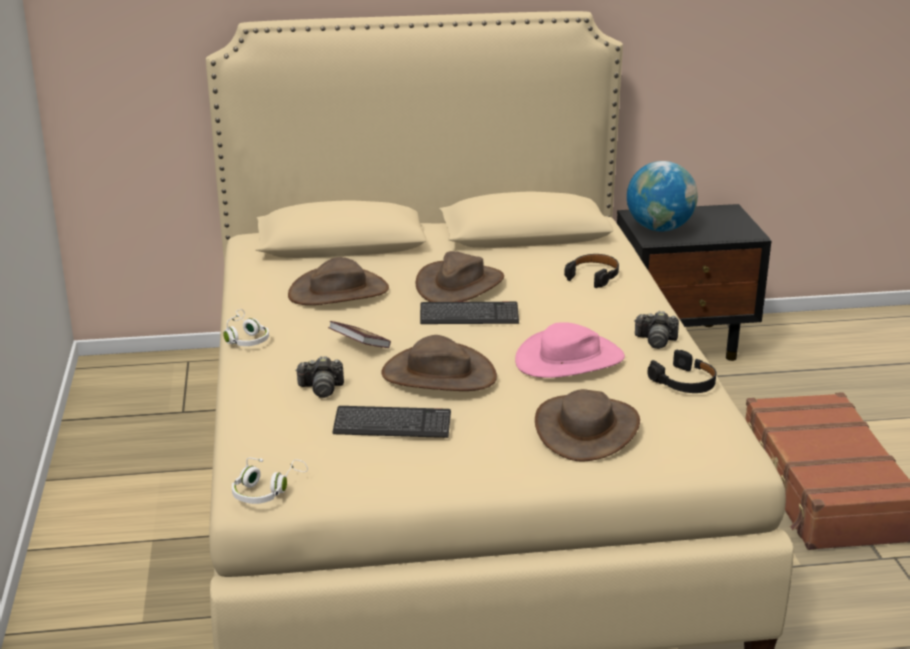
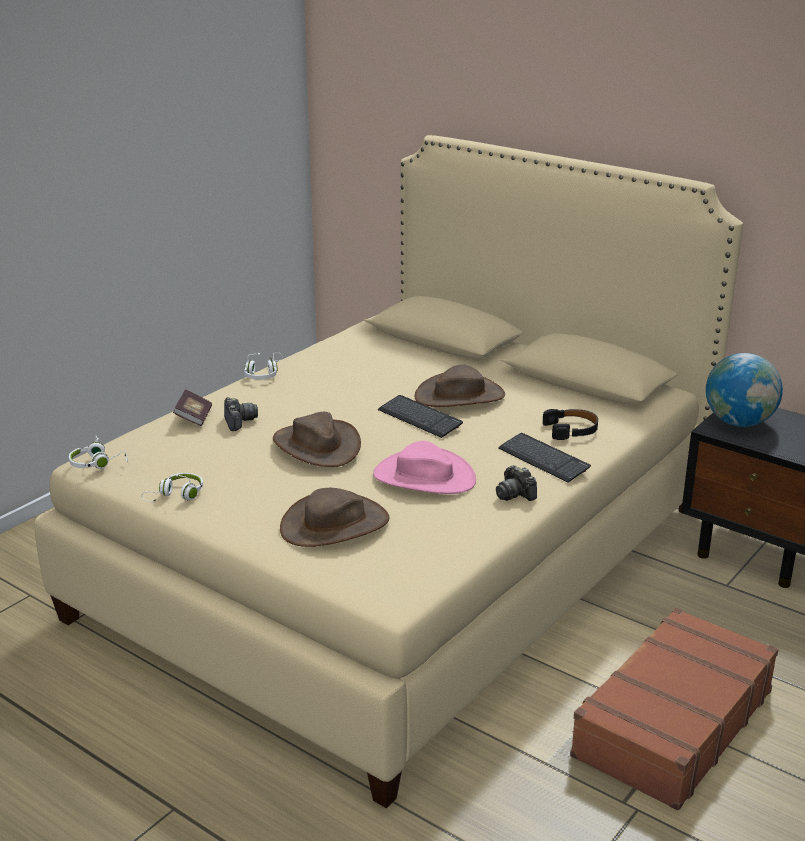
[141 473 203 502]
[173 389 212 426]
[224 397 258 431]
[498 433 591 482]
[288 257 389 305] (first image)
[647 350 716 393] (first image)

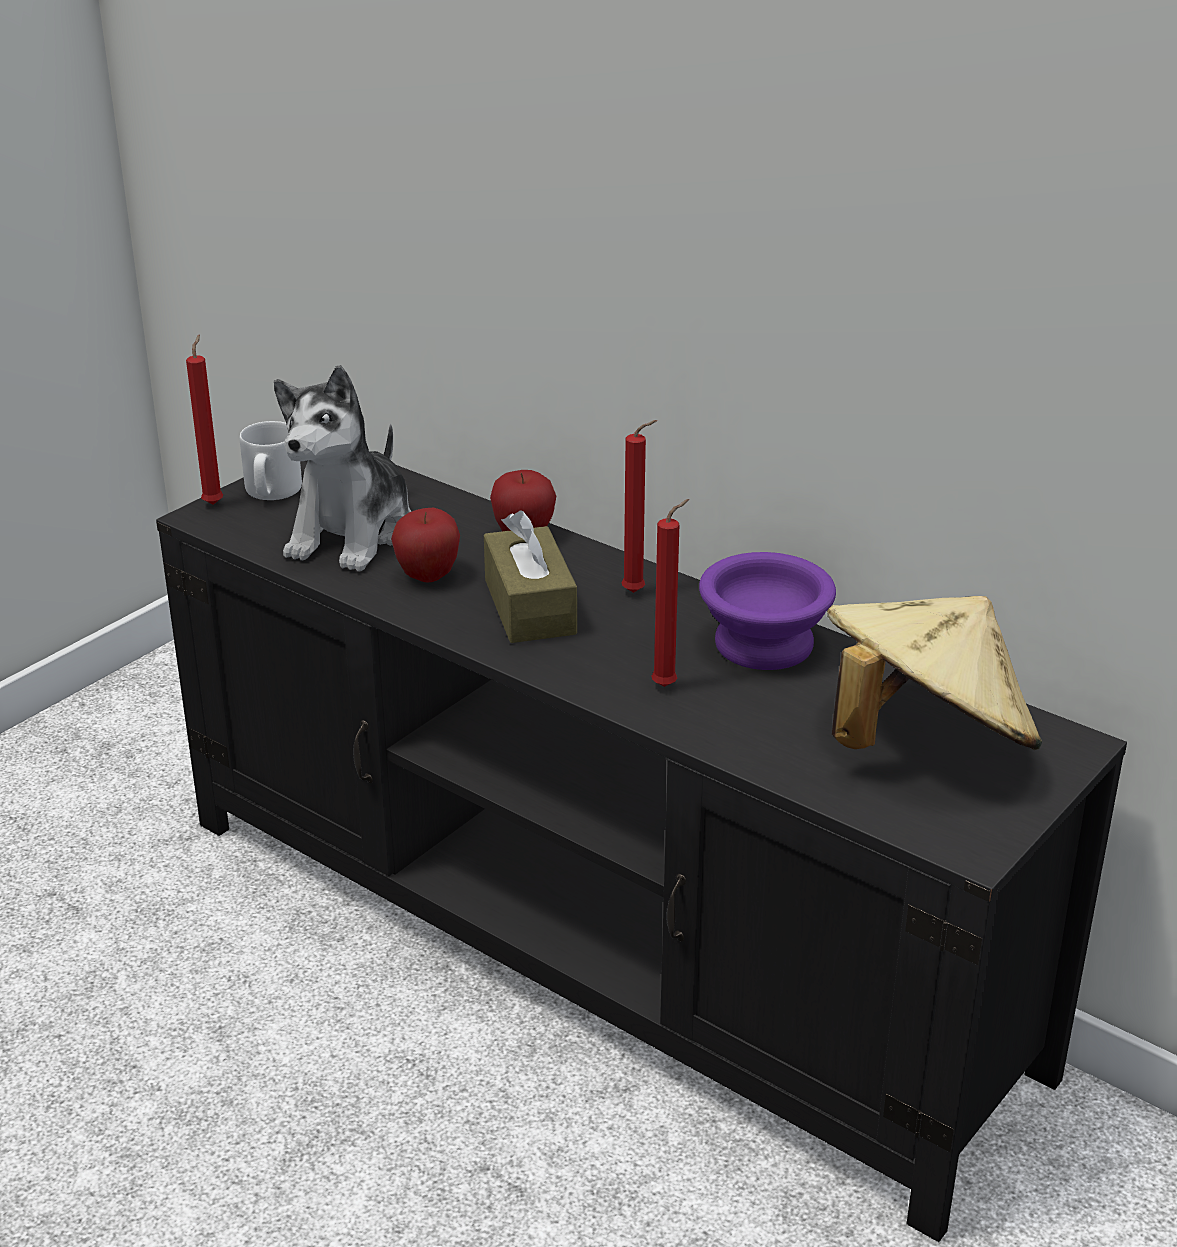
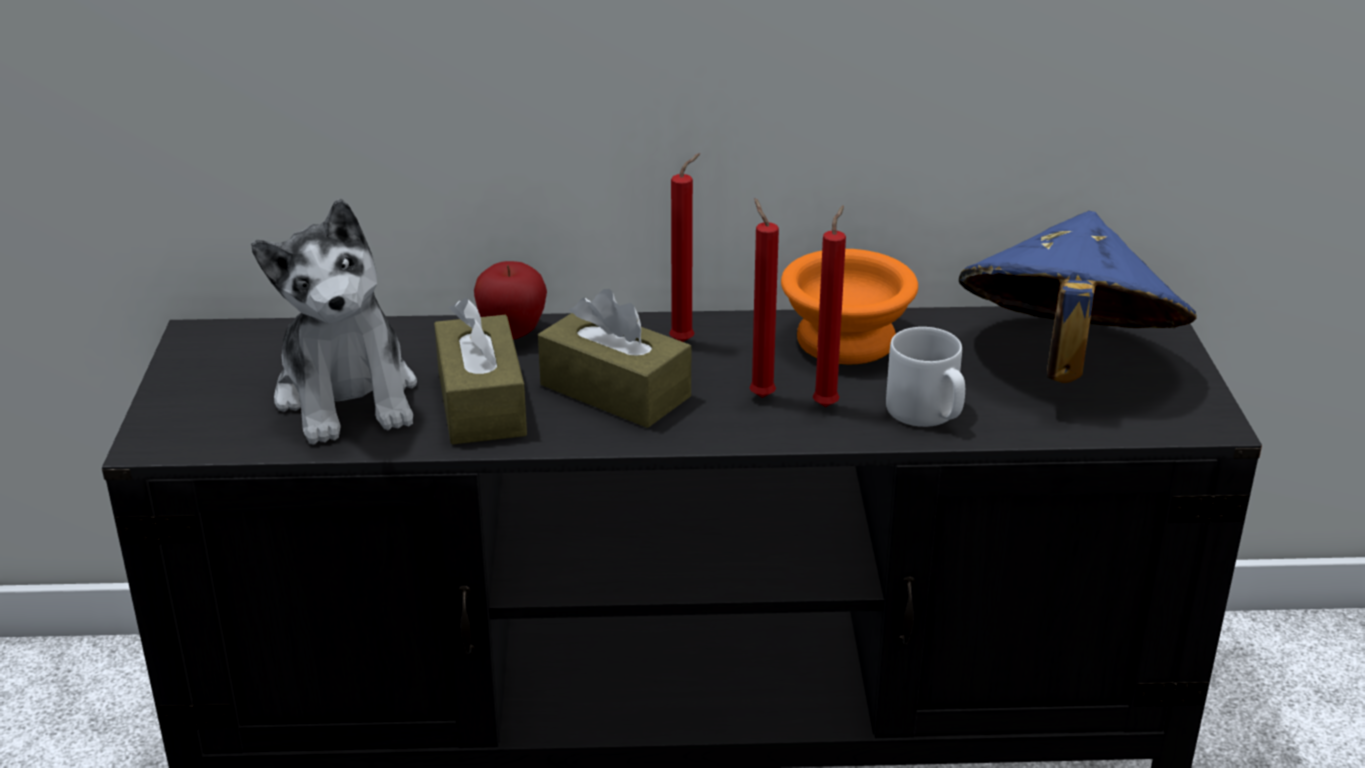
[434 298 527 445]
[749 198 779 398]
[781 249 918 364]
[886 327 965 427]
[959 211 1196 383]

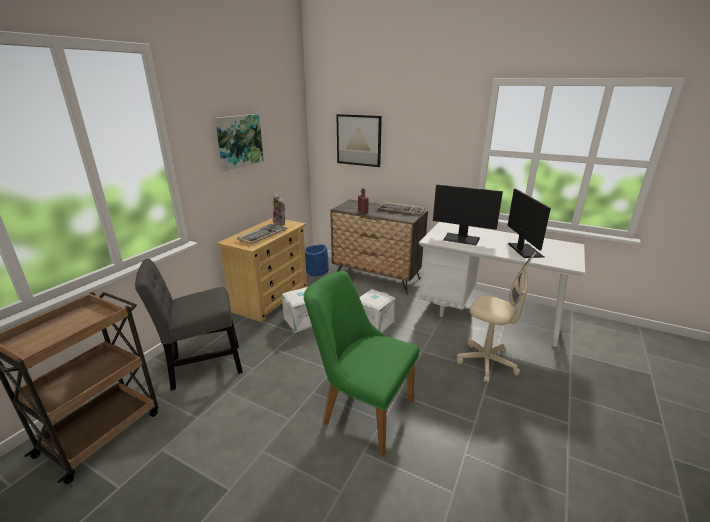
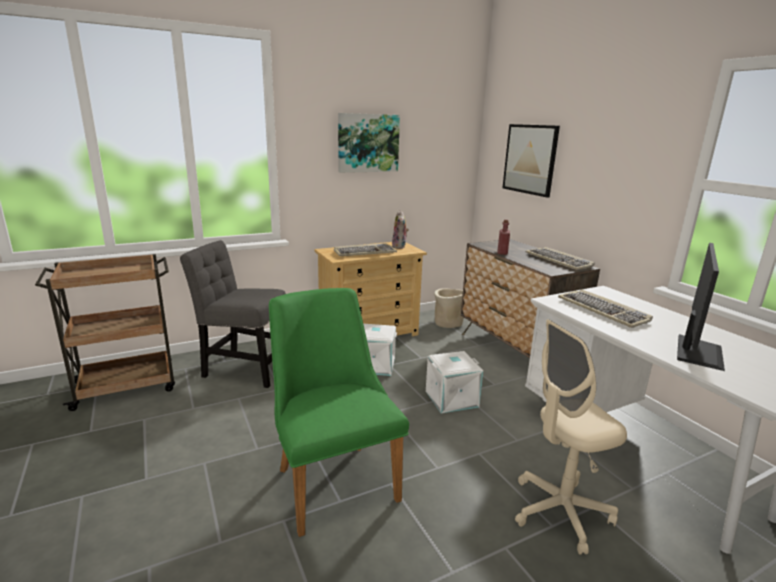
[434 288 464 328]
[515 319 627 554]
[558 290 653 328]

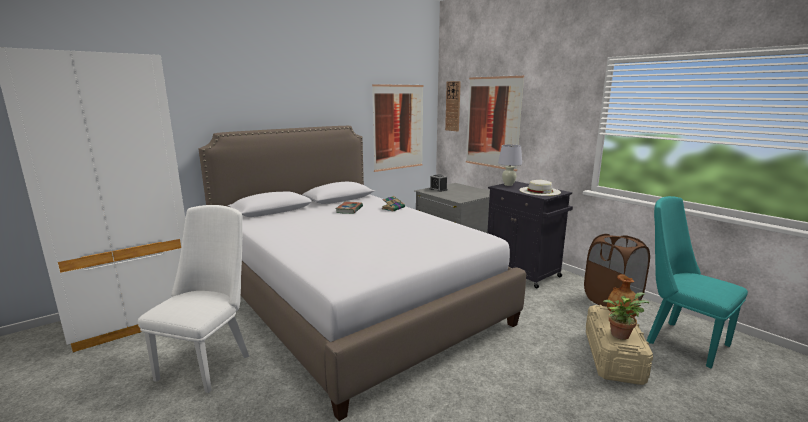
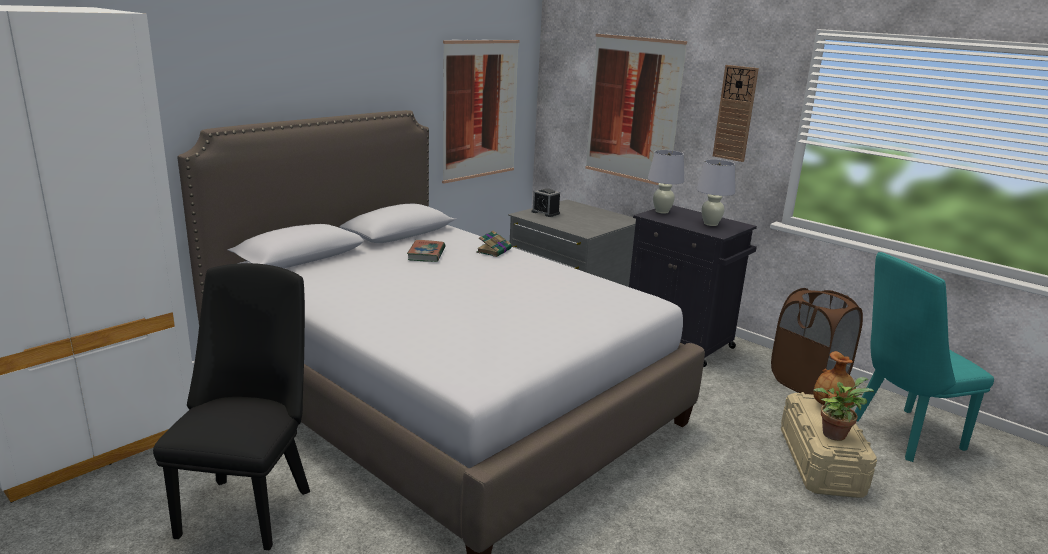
[153 263 310 550]
[696 159 735 226]
[713 65 759 162]
[854 252 994 462]

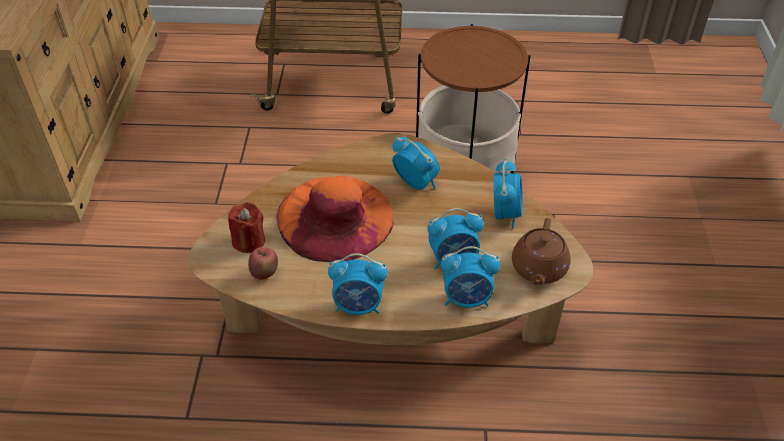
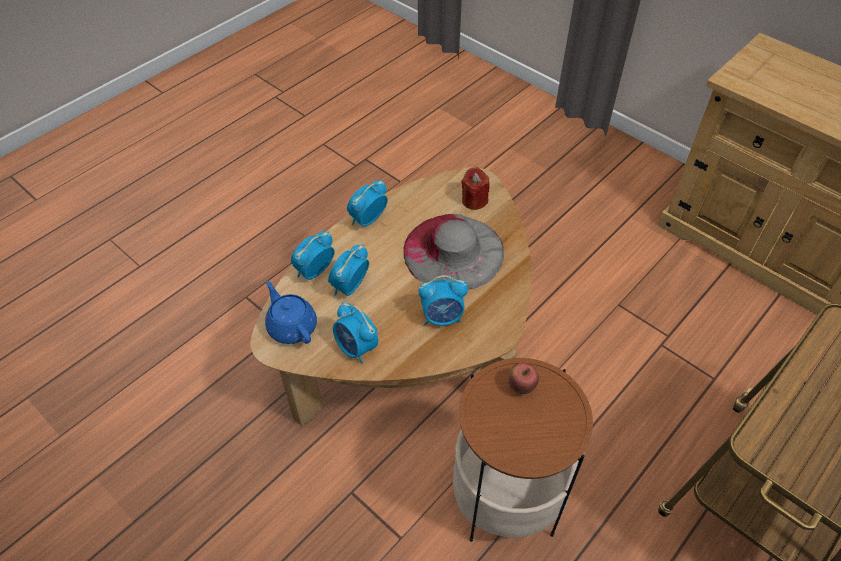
[265 281 317 344]
[404 214 504 290]
[508 363 539 394]

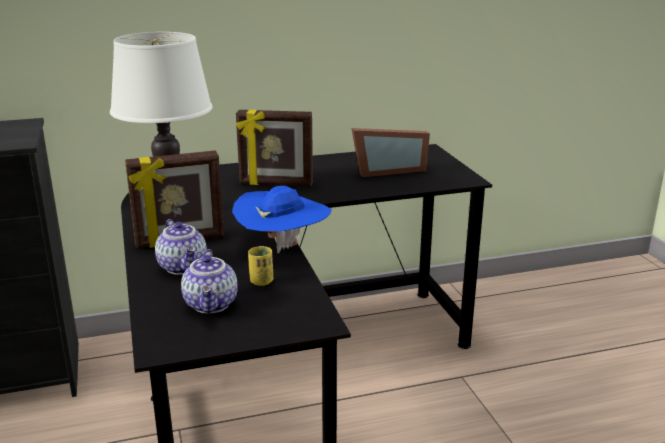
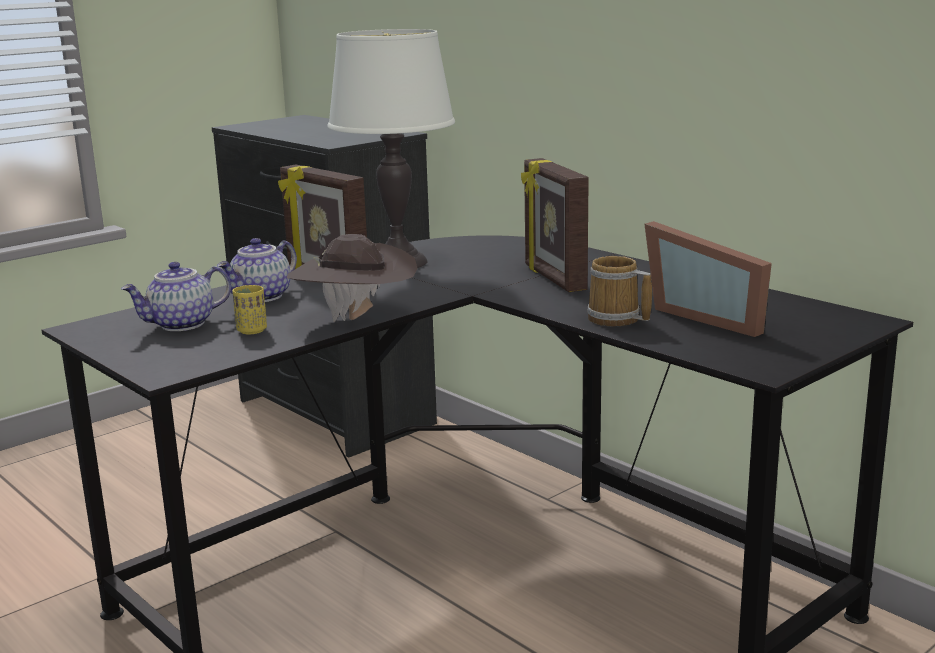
[287 234 417 322]
[587 256 652 327]

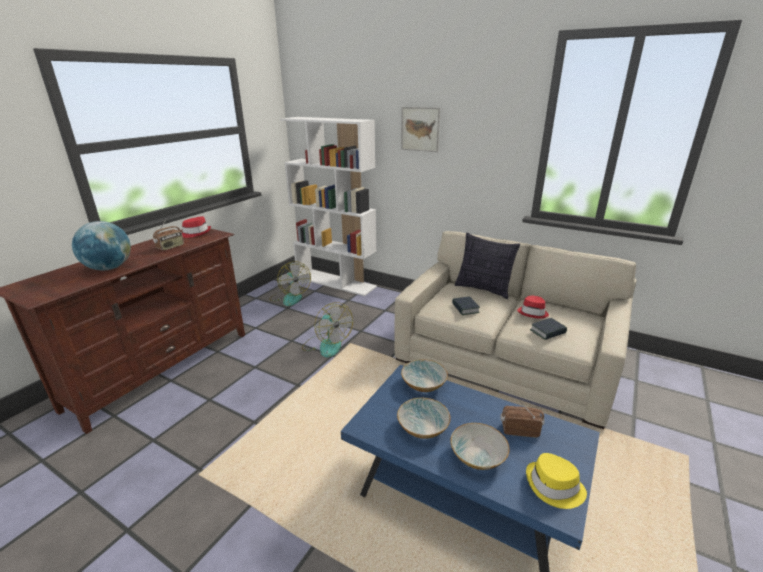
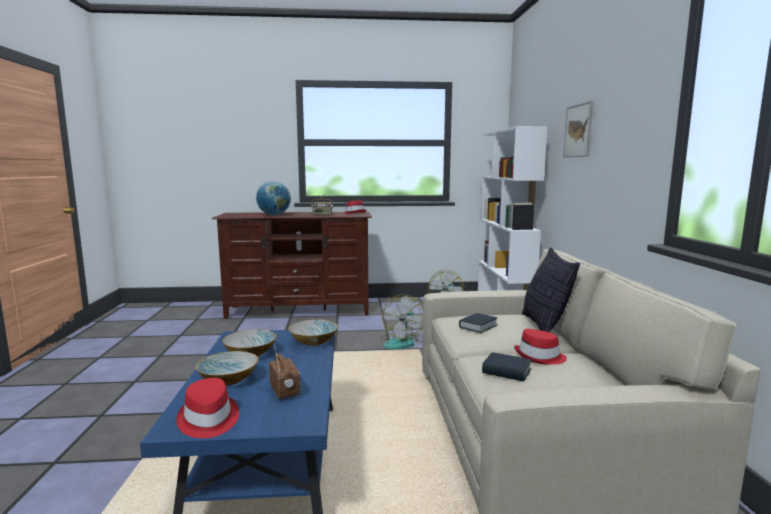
[176 378 239 438]

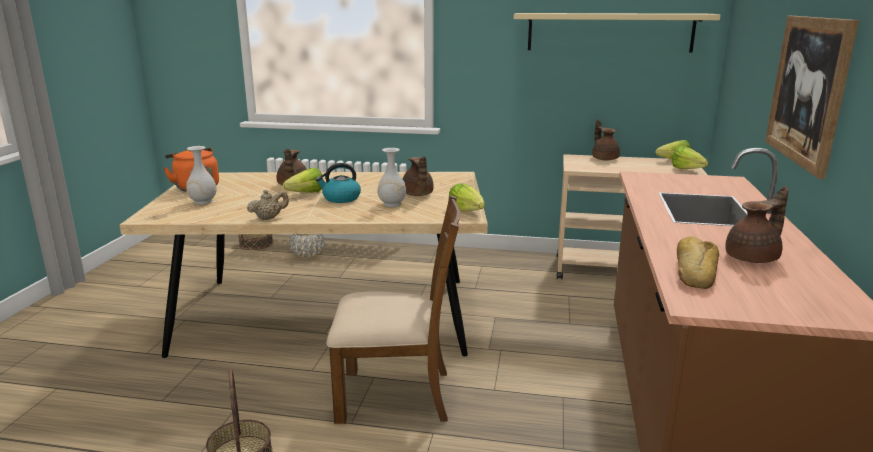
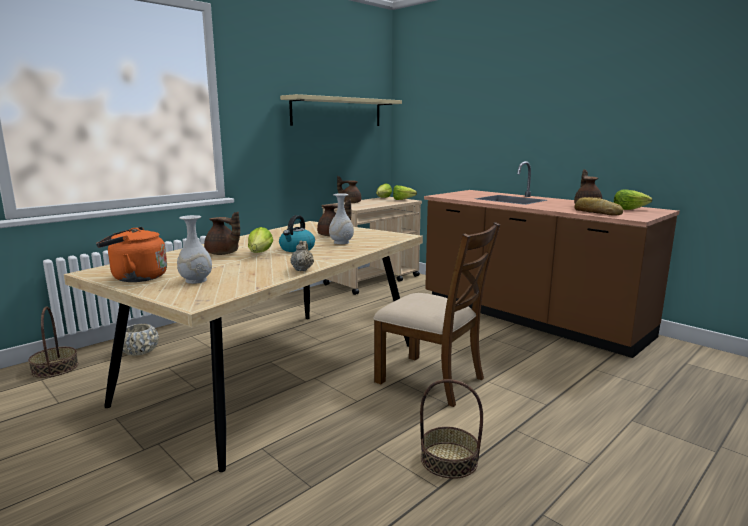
[373 222 500 407]
[614 190 652 210]
[765 16 859 179] (first image)

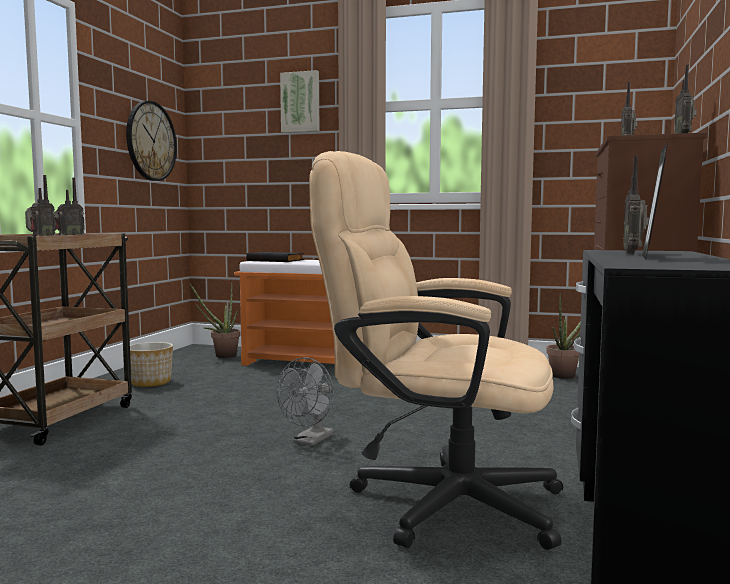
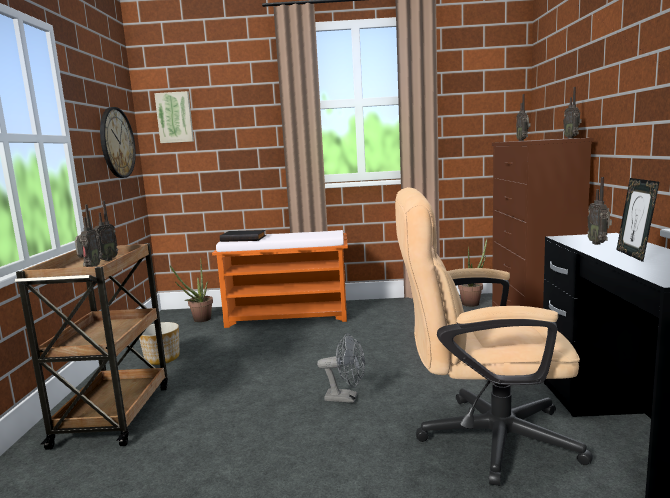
[154 91 194 143]
[317 333 365 403]

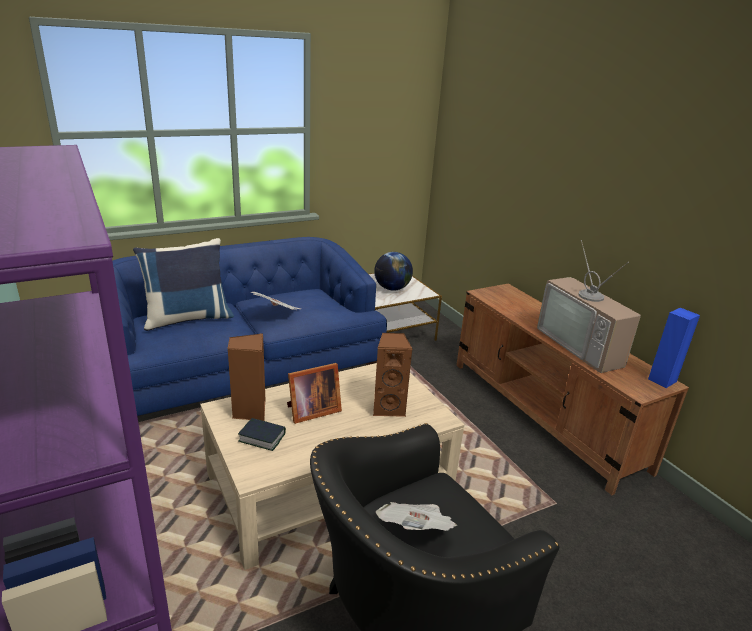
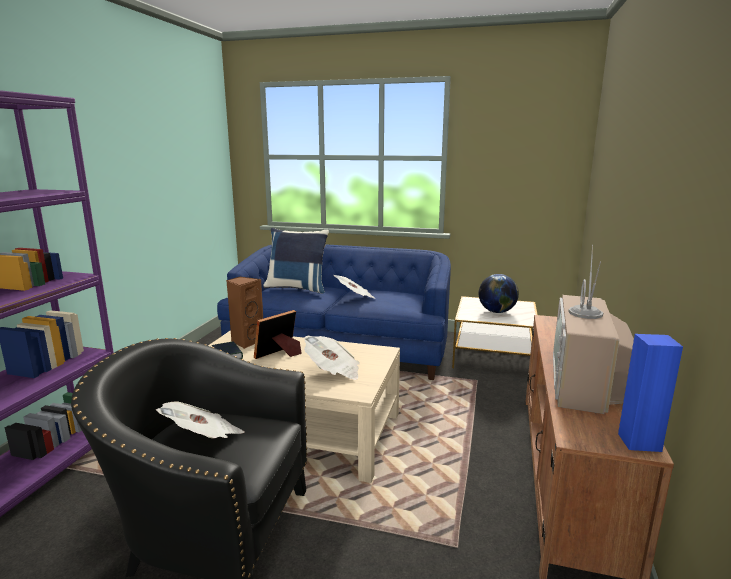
[254 310 302 359]
[304 336 359 380]

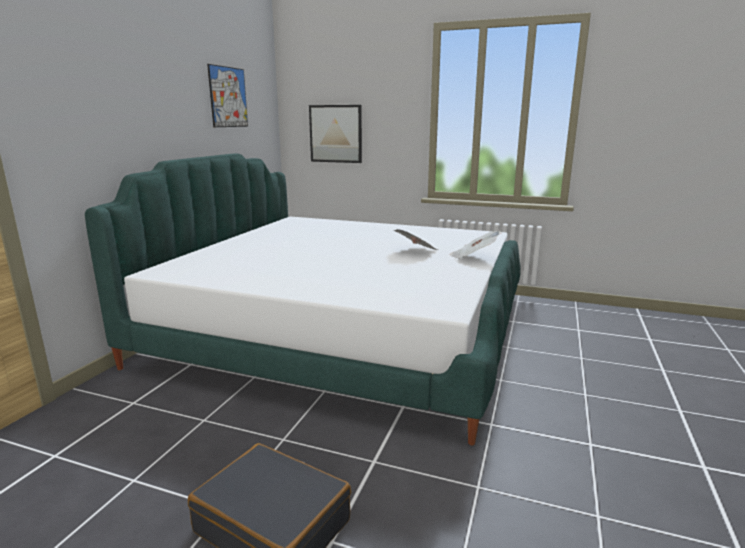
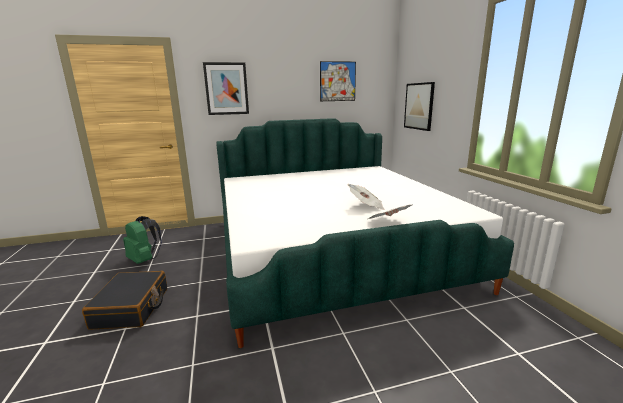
[123 216 162 264]
[203 62 249 115]

